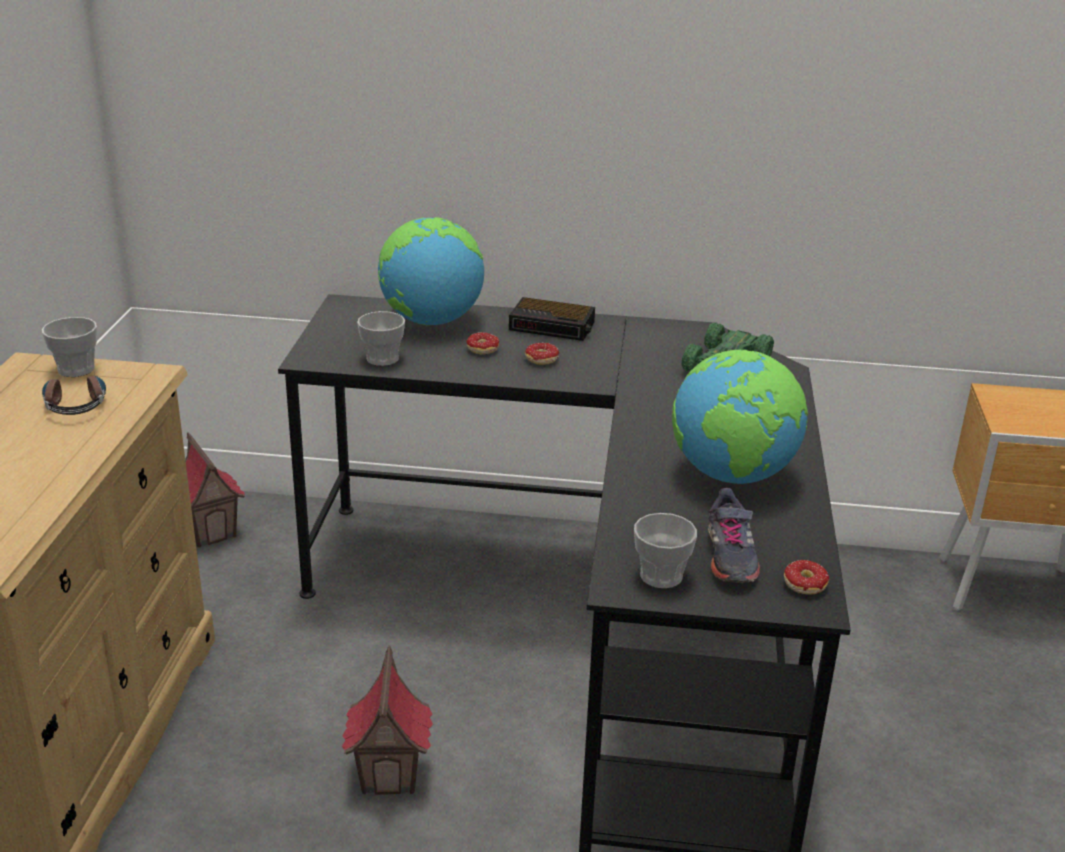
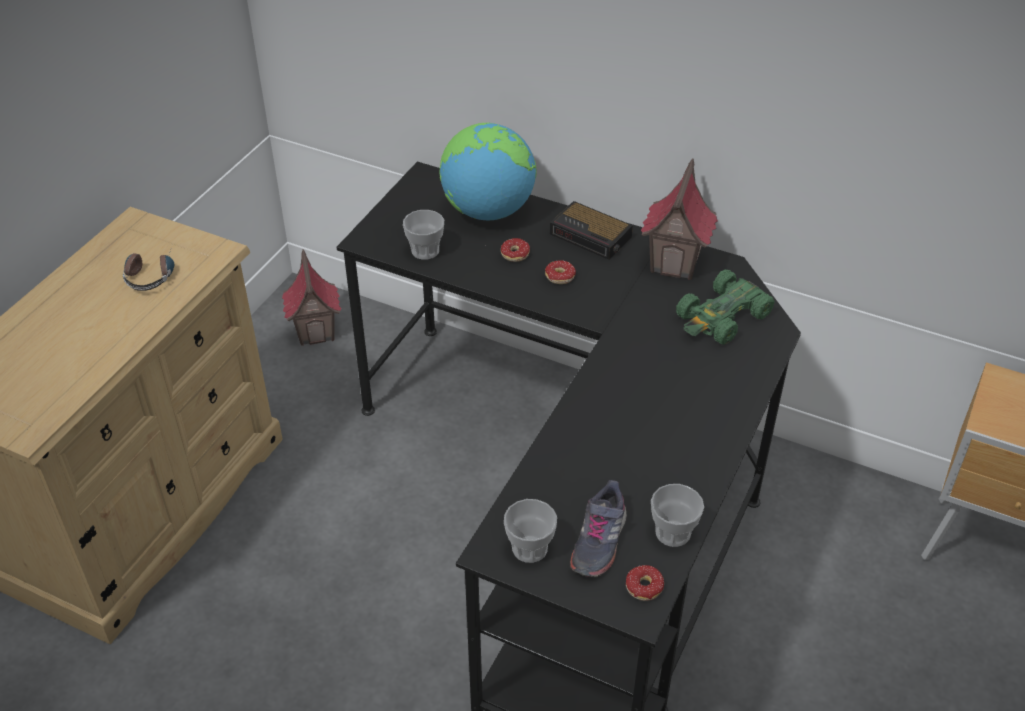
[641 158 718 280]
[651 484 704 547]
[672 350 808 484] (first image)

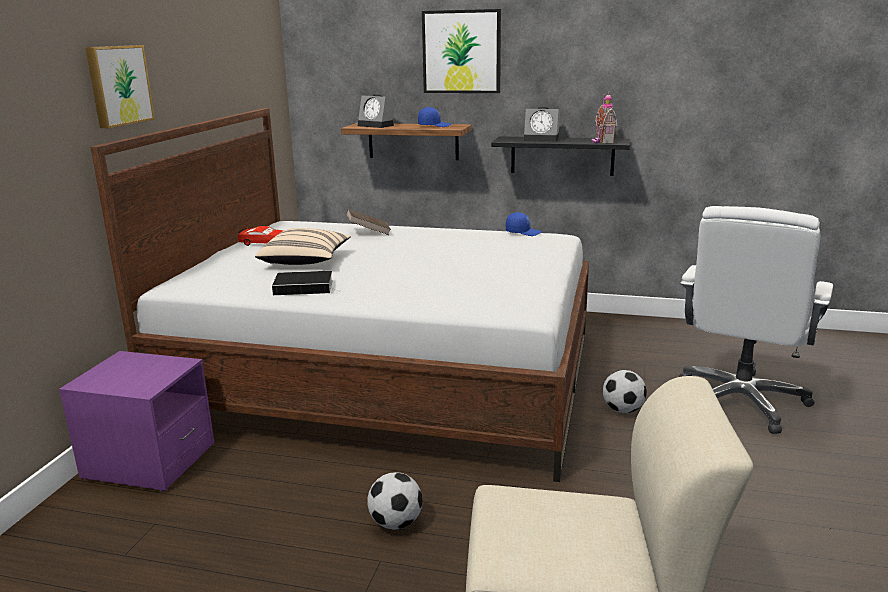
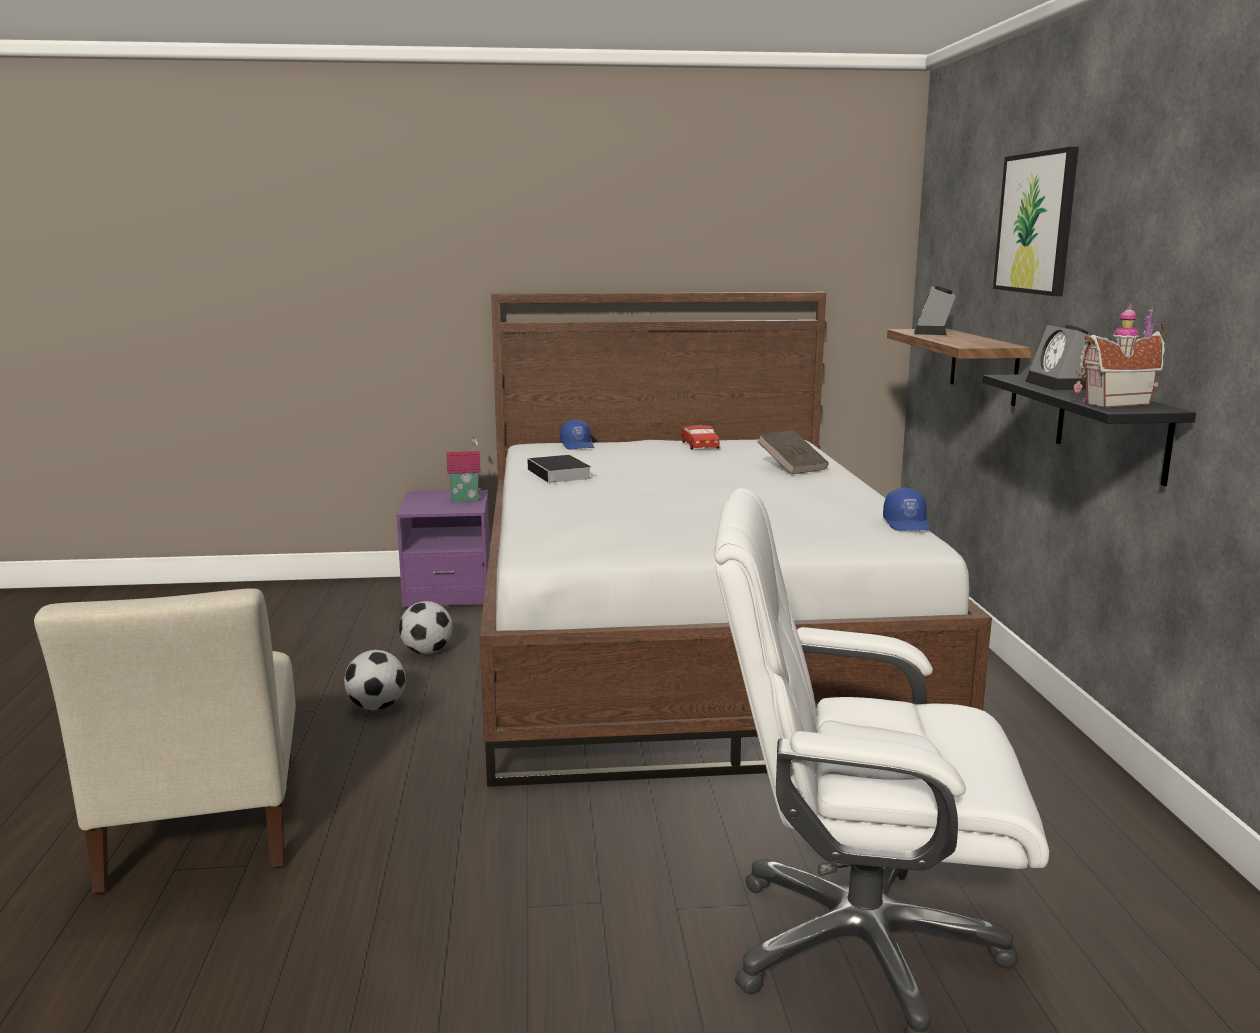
[399 601 453 654]
[446 436 481 502]
[560 419 594 450]
[85 45 155 128] (first image)
[255 228 351 265] (first image)

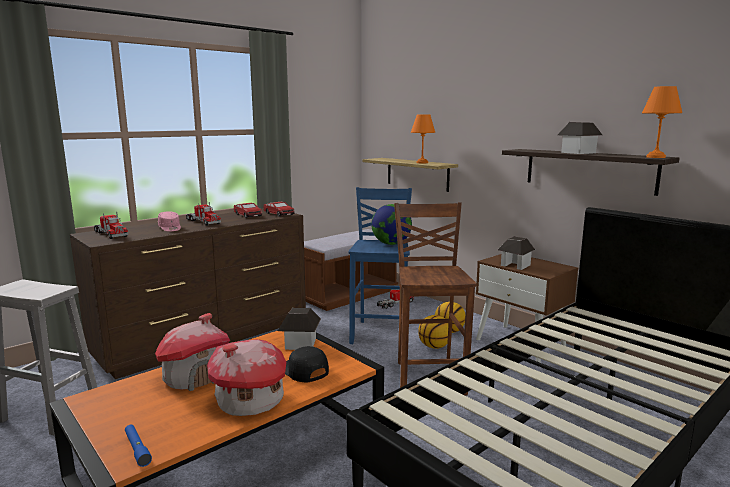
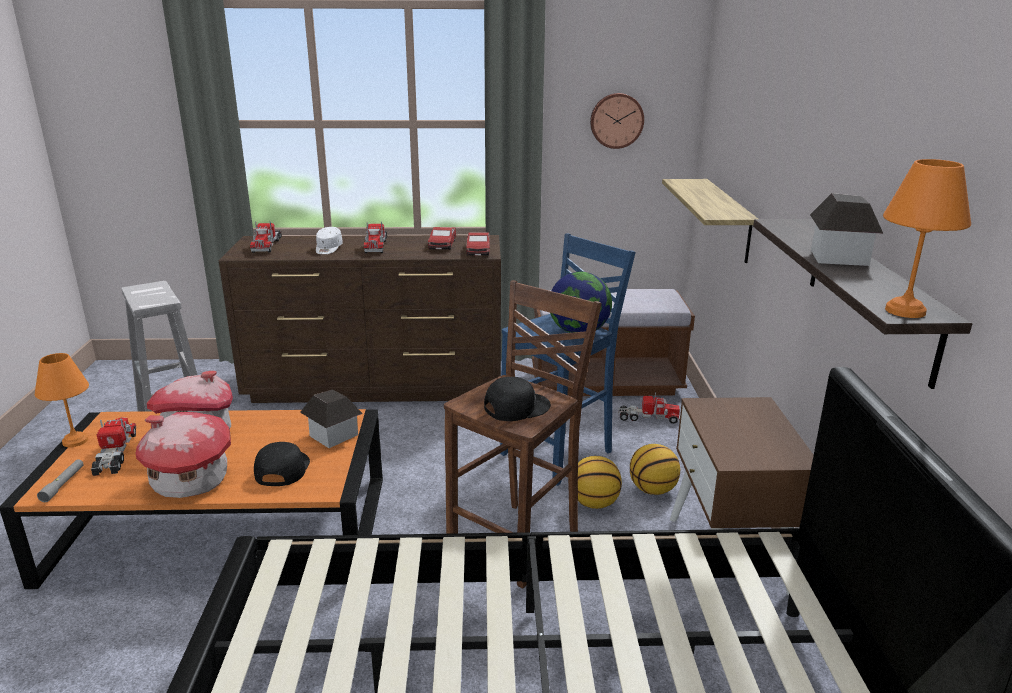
[35 353 89 447]
[37 460 84 502]
[91 417 136 476]
[316 227 343 254]
[484 377 551 421]
[590 93 644 149]
[498 237 535 270] (first image)

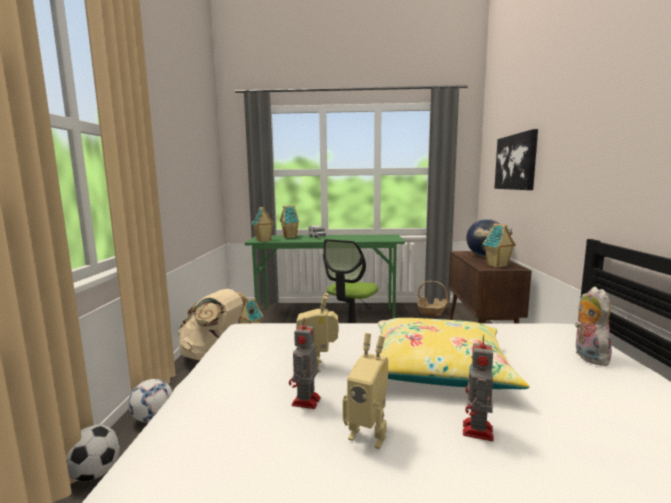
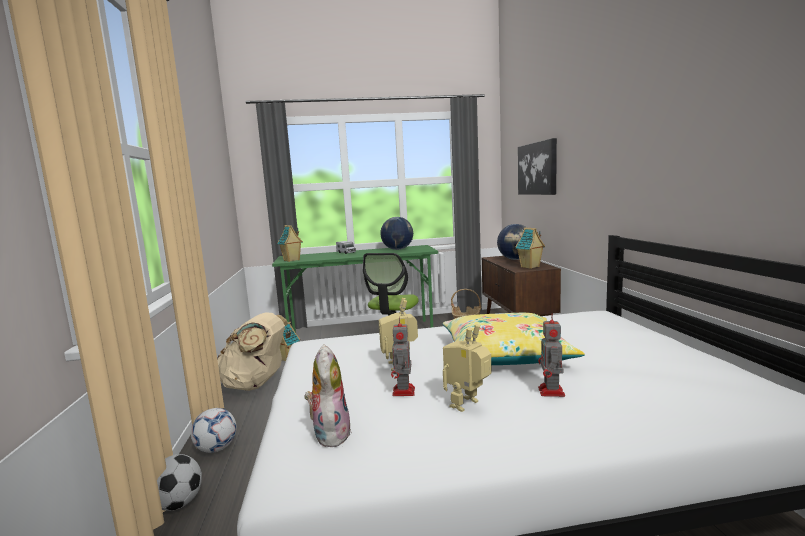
[304 344 351 448]
[380 217 413 250]
[443 324 492 412]
[280 205 300 238] (first image)

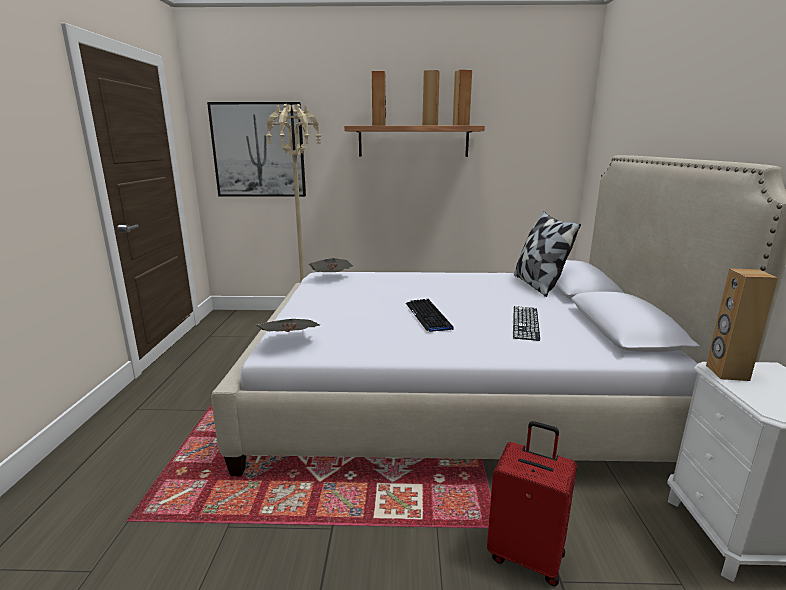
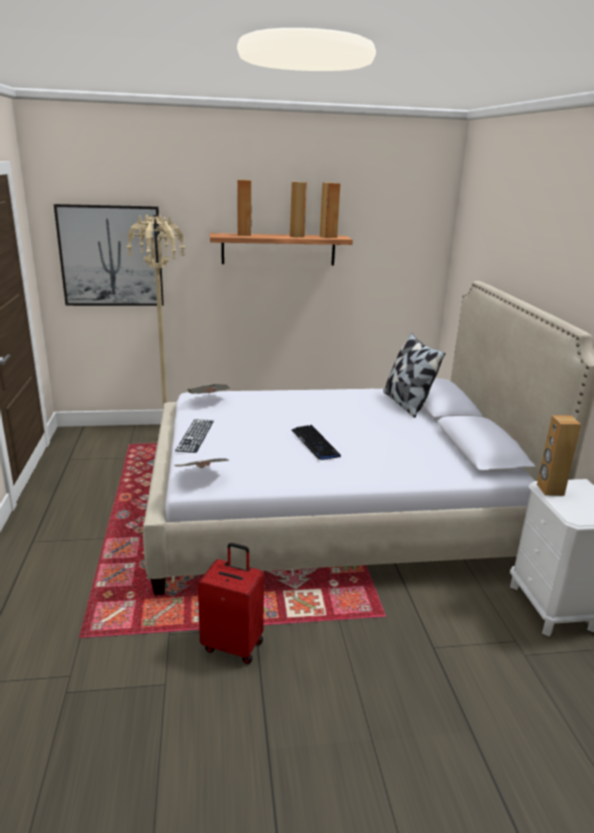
[175 419 214 453]
[198 543 264 664]

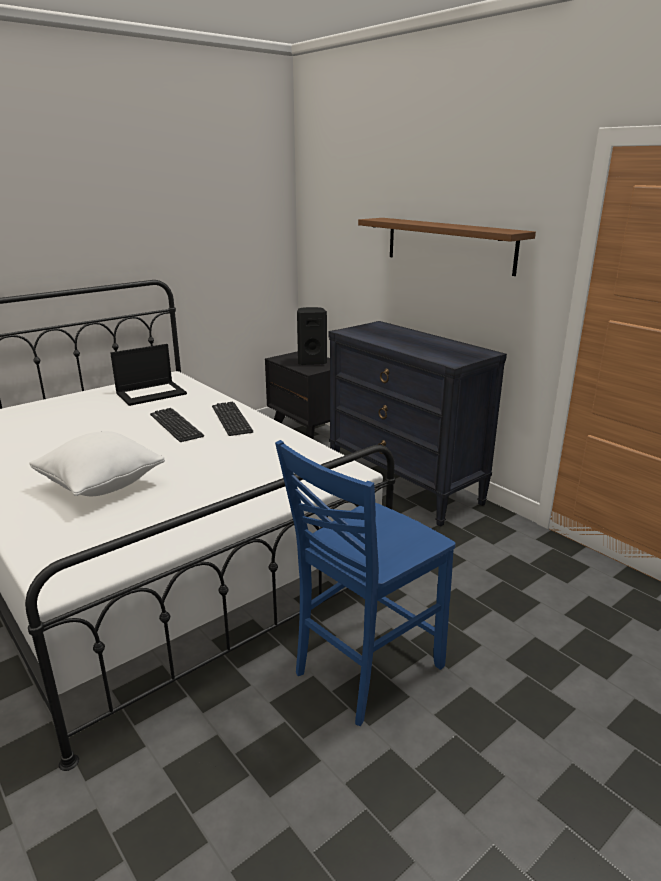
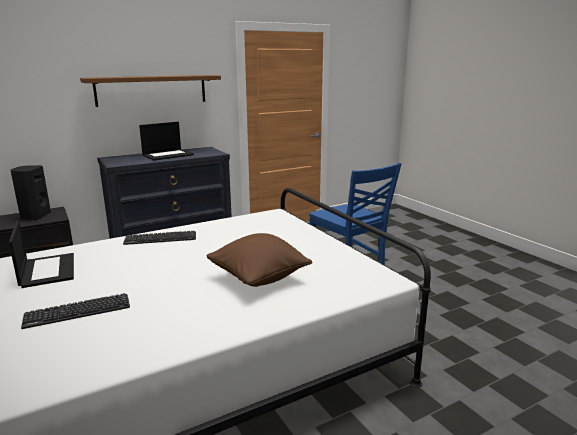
[21 293 130 329]
[139 122 194 161]
[206 233 312 287]

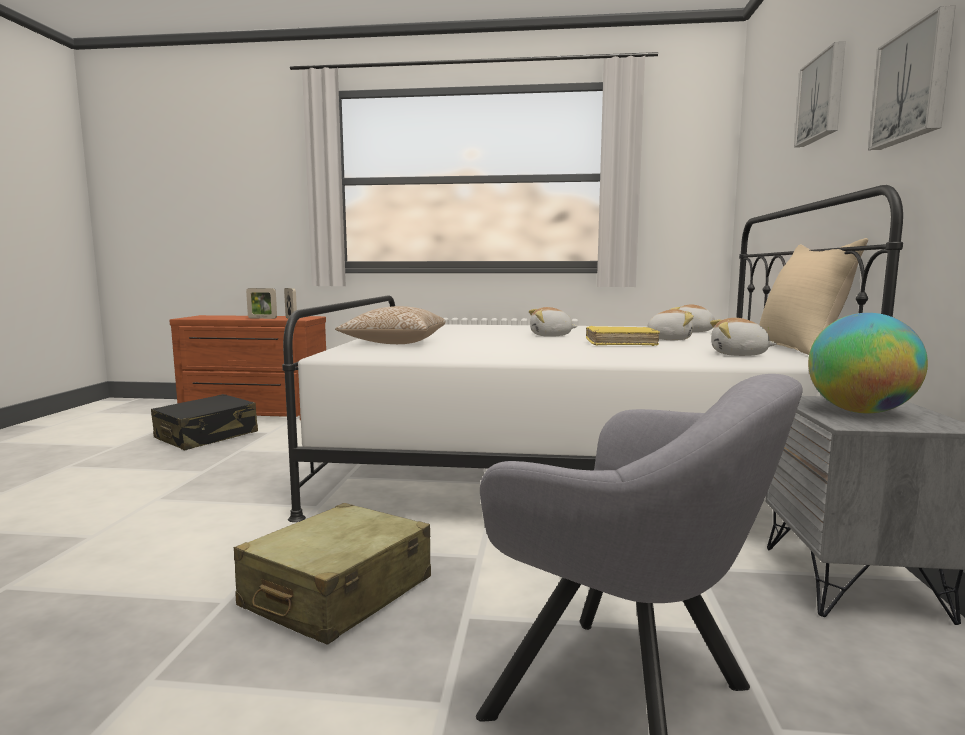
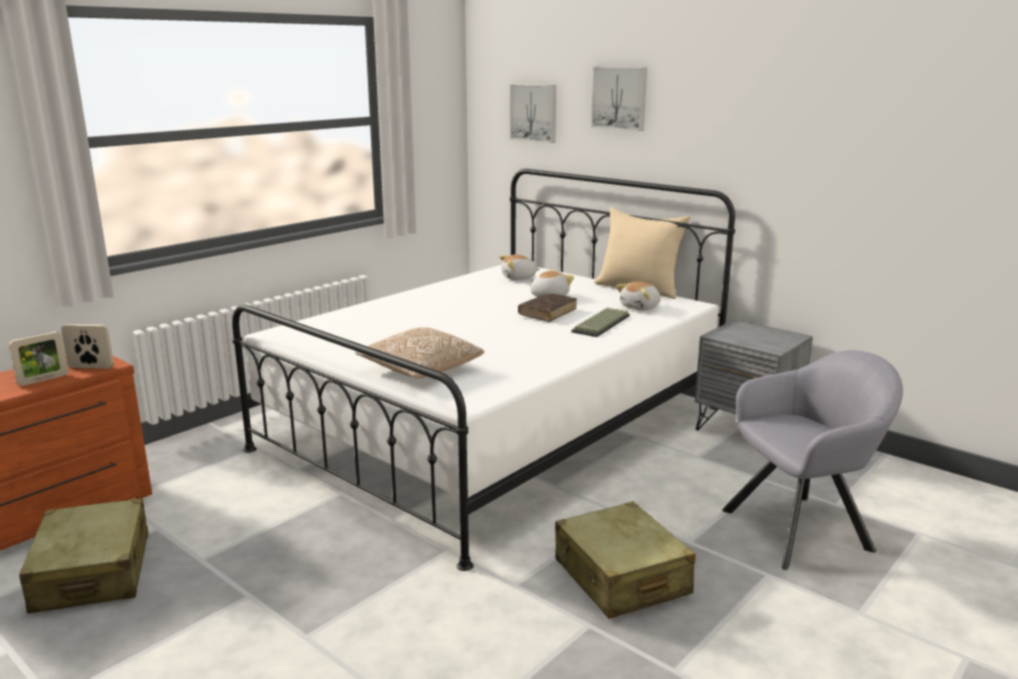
[19 498 148 614]
[510 84 556 143]
[518 294 577 322]
[571 308 630 337]
[529 307 577 337] (first image)
[808 313 928 414] (first image)

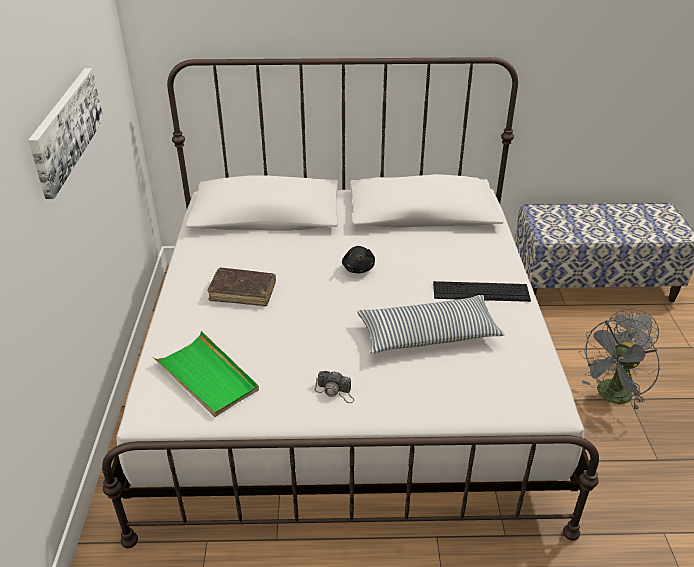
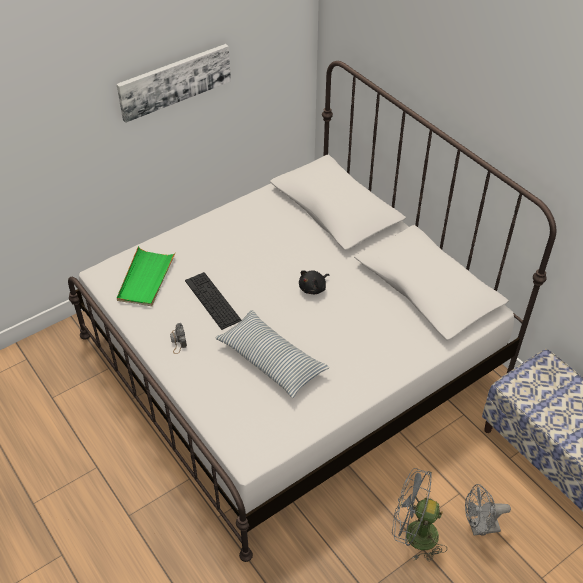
[185 272 242 330]
[207 268 276 306] (first image)

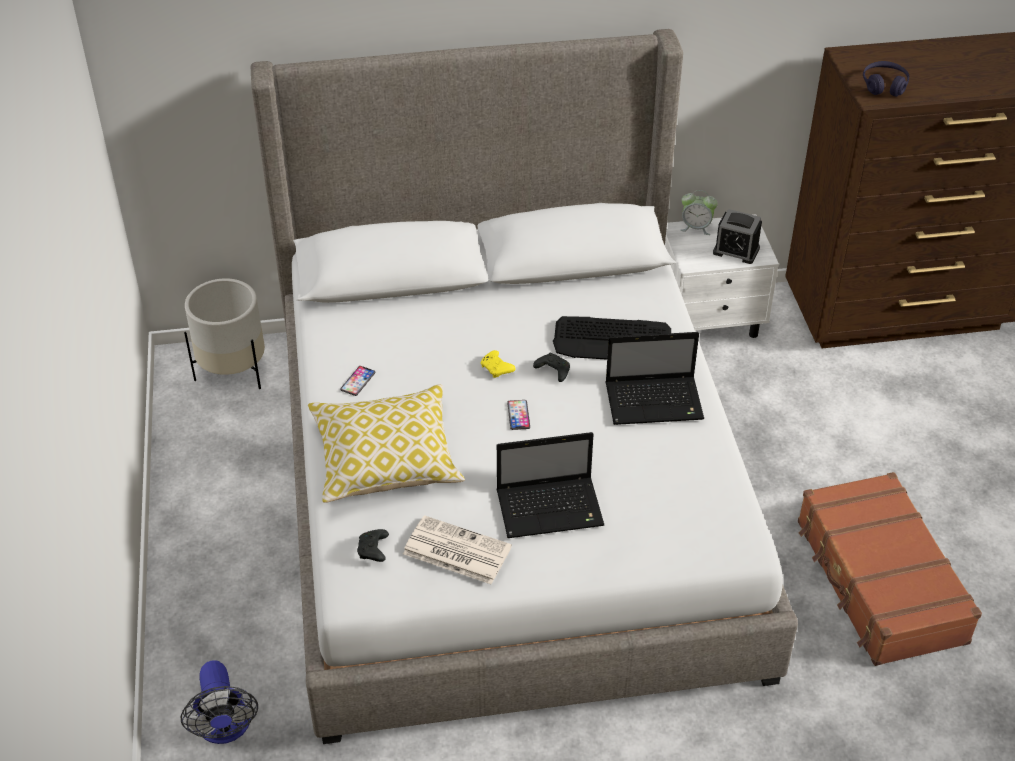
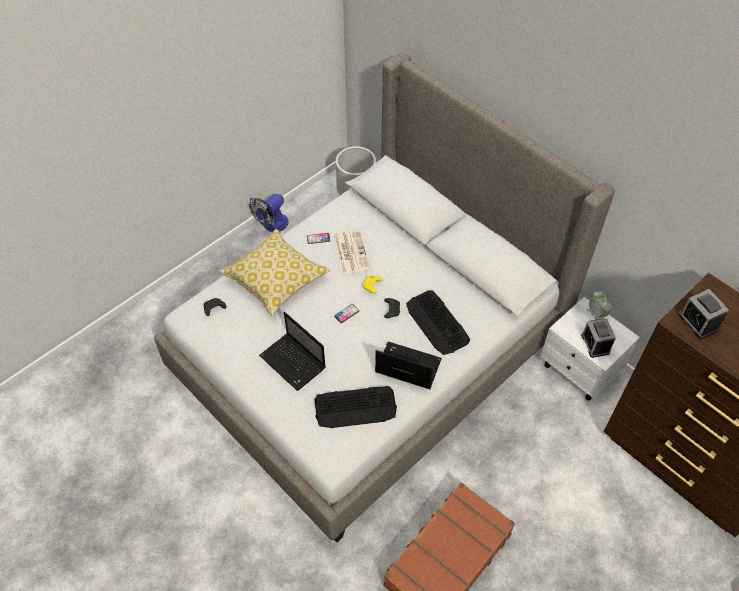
[250 194 289 232]
[315 386 397 428]
[335 230 370 274]
[375 341 442 389]
[678 289 729 339]

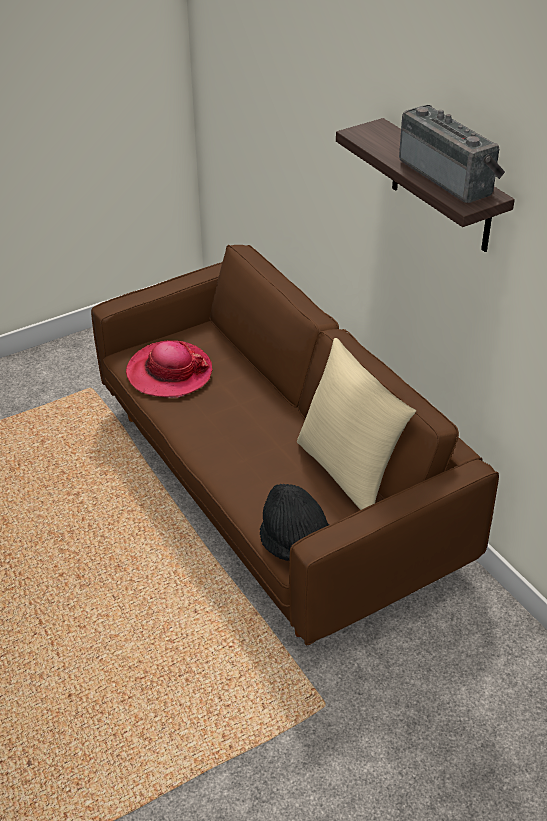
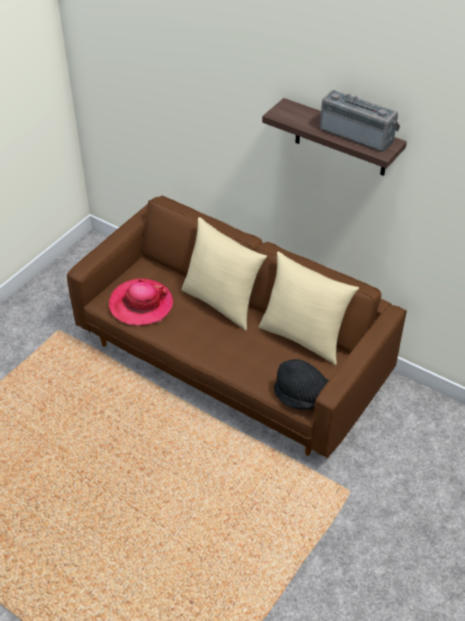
[181 217 267 331]

